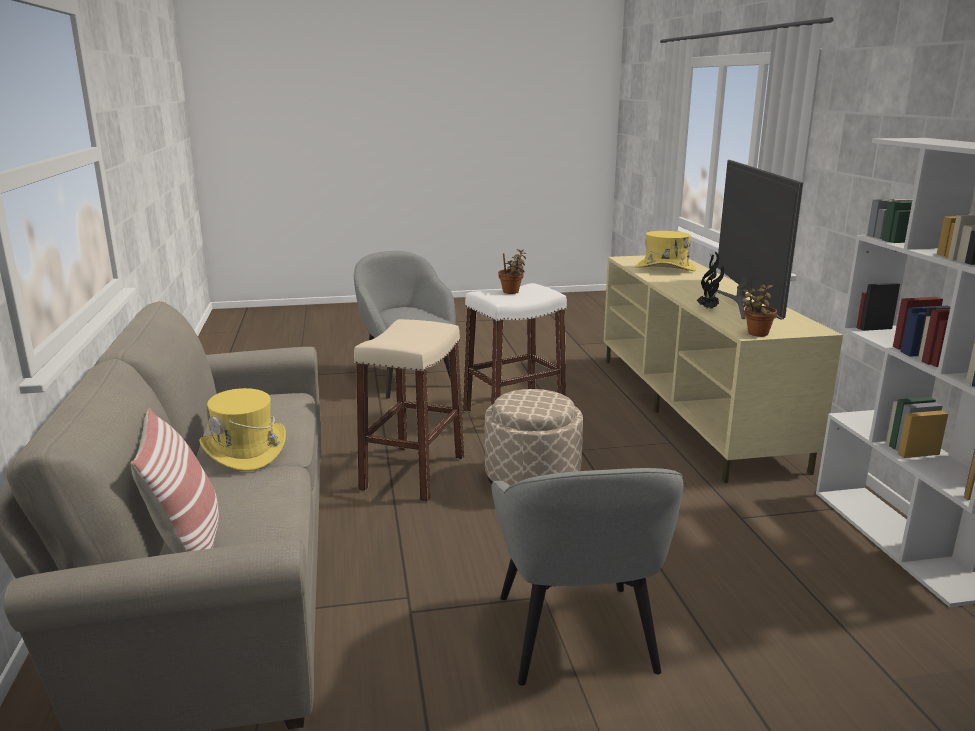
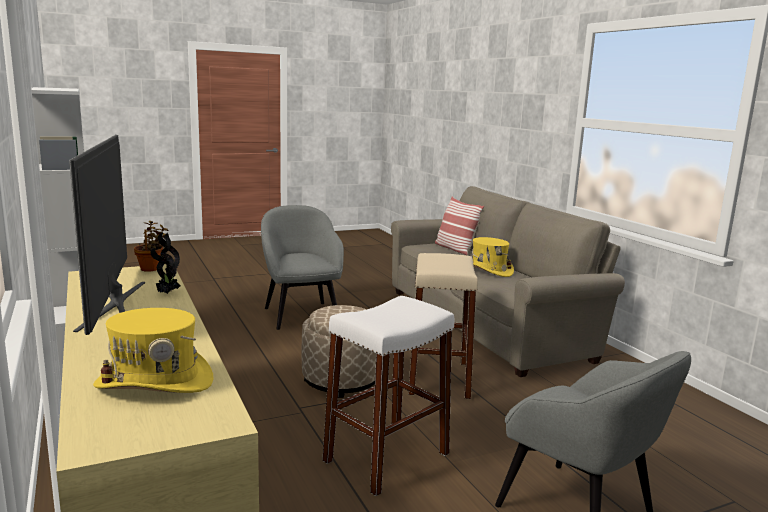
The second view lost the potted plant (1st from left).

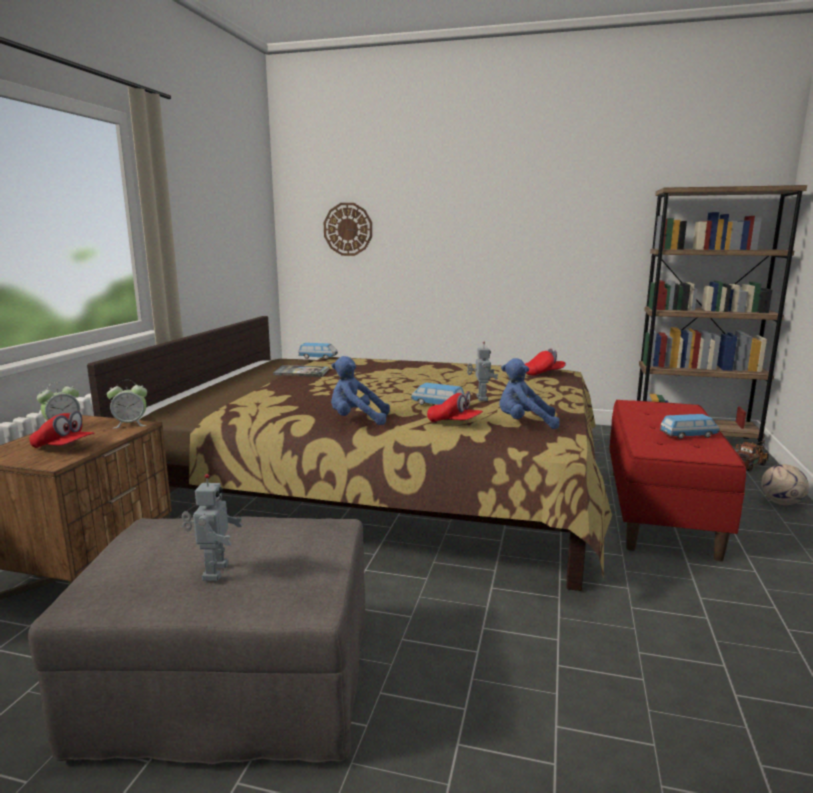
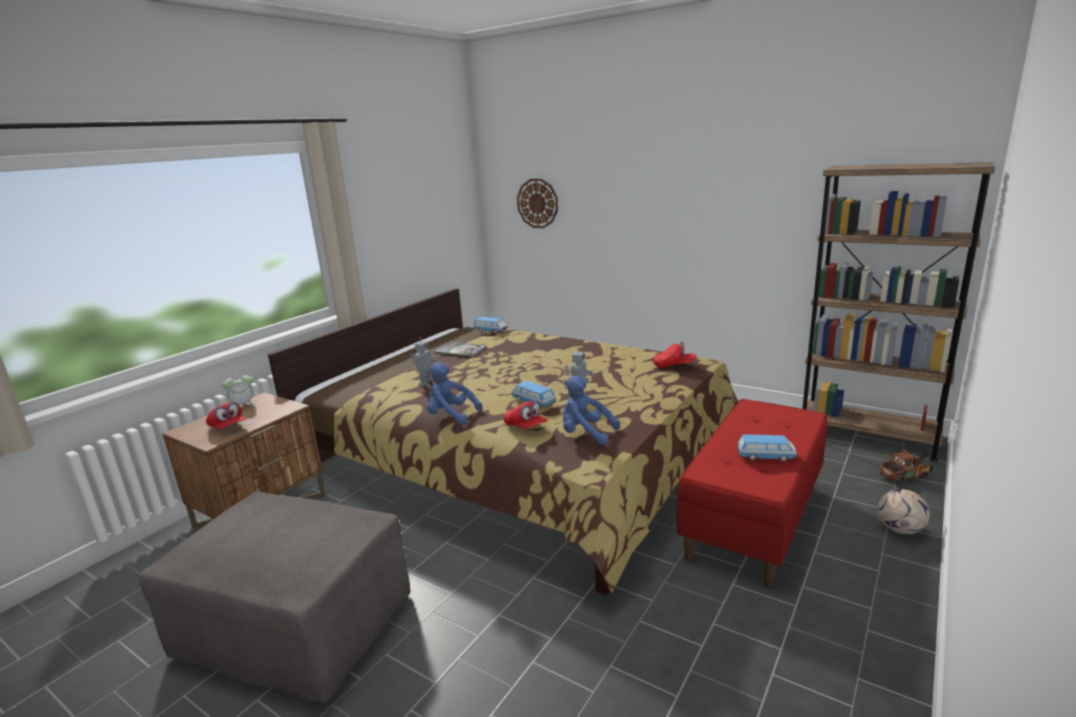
The second view lost the alarm clock (2nd from left).
The toy robot (1st from left) ended up elsewhere.

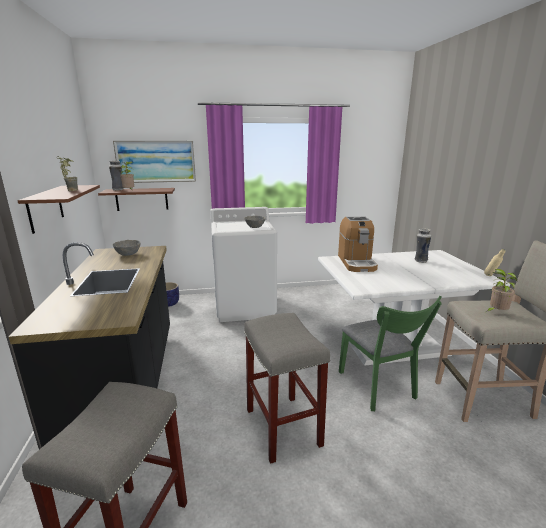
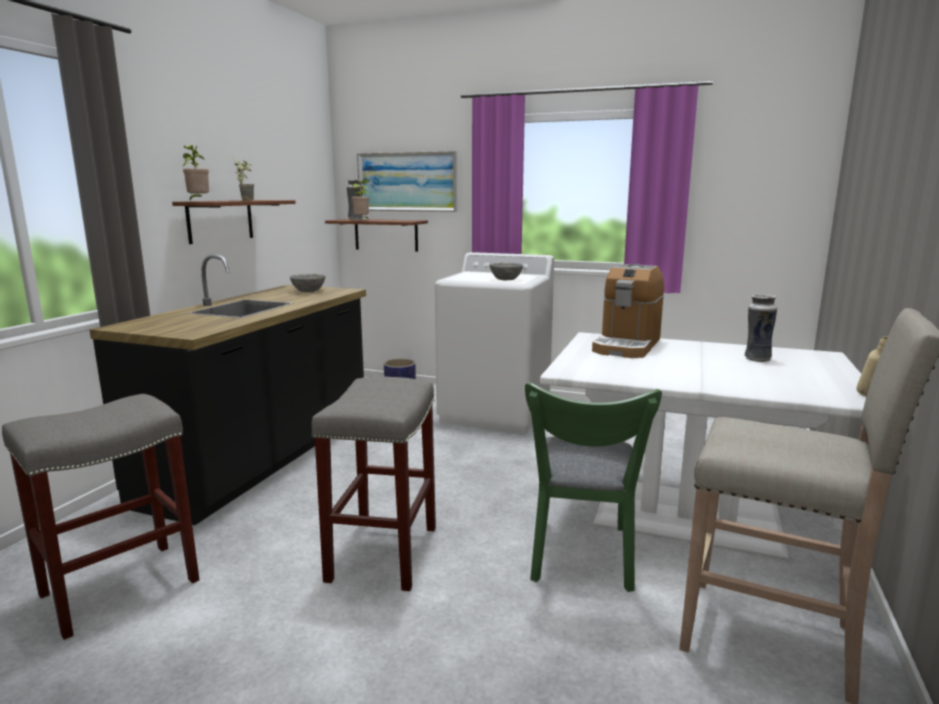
The potted plant (3rd from left in the first image) ended up elsewhere.

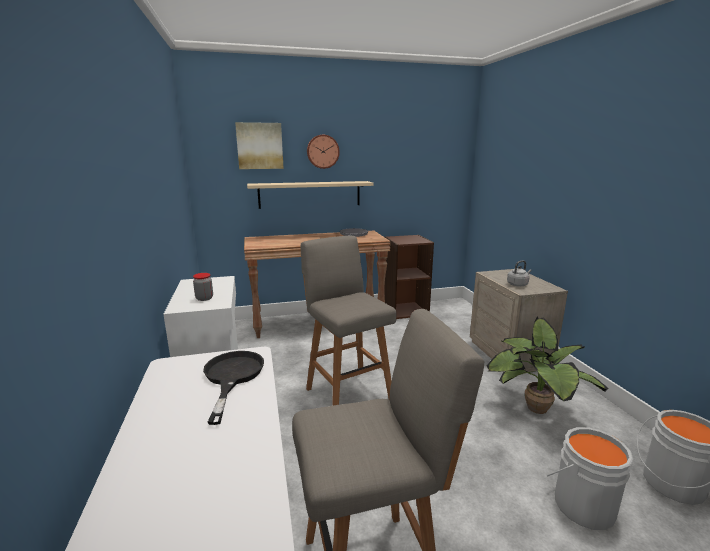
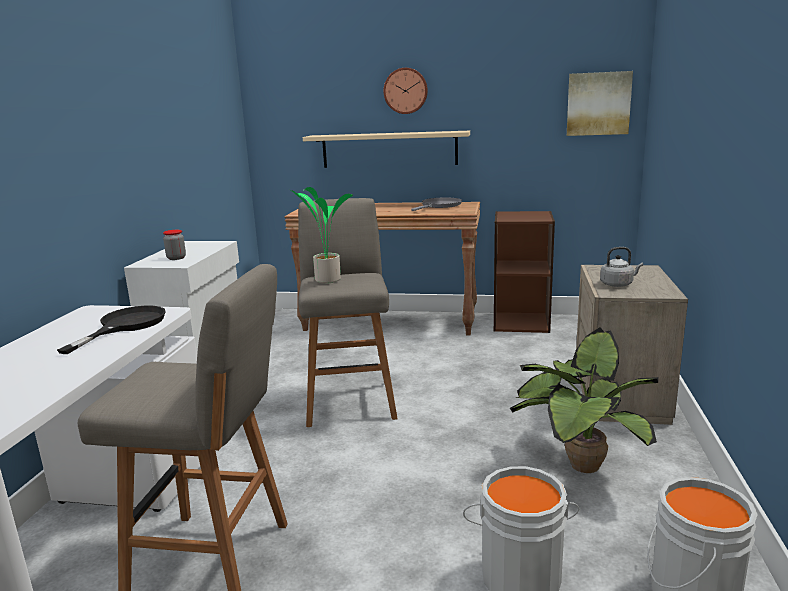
The picture ended up elsewhere.
The second view gained the potted plant (1st from left).

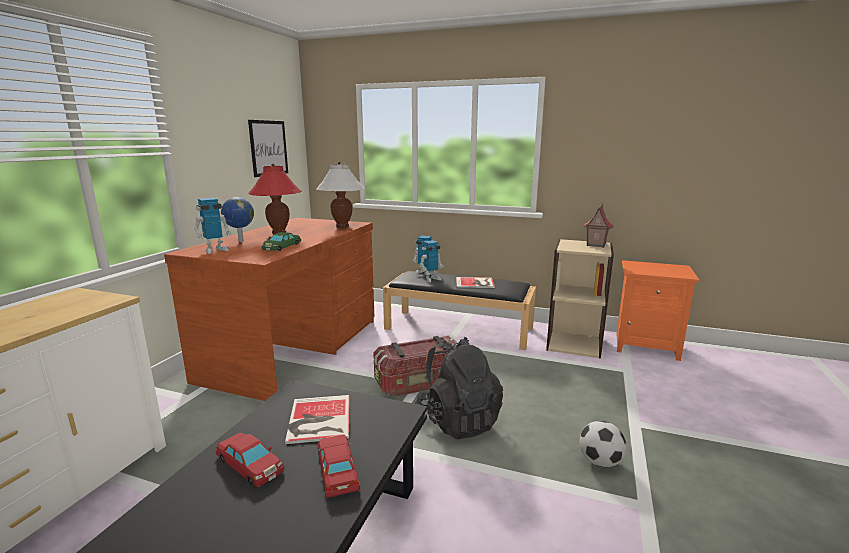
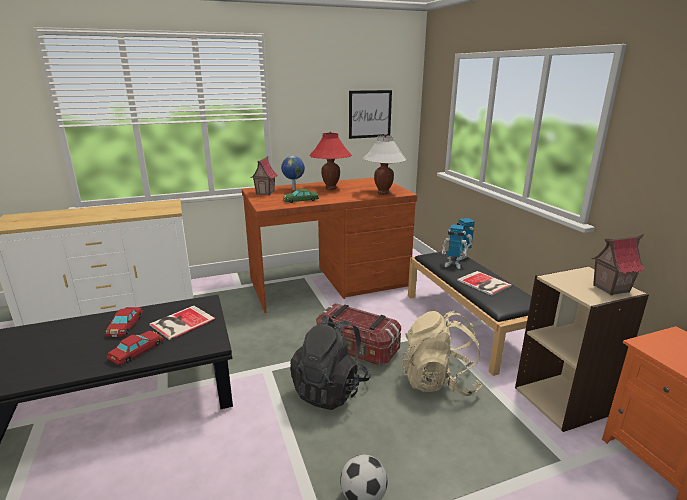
Where the toy robot (1st from left) stood, the toy house (1st from left) came to stand.
The second view gained the backpack (beige).

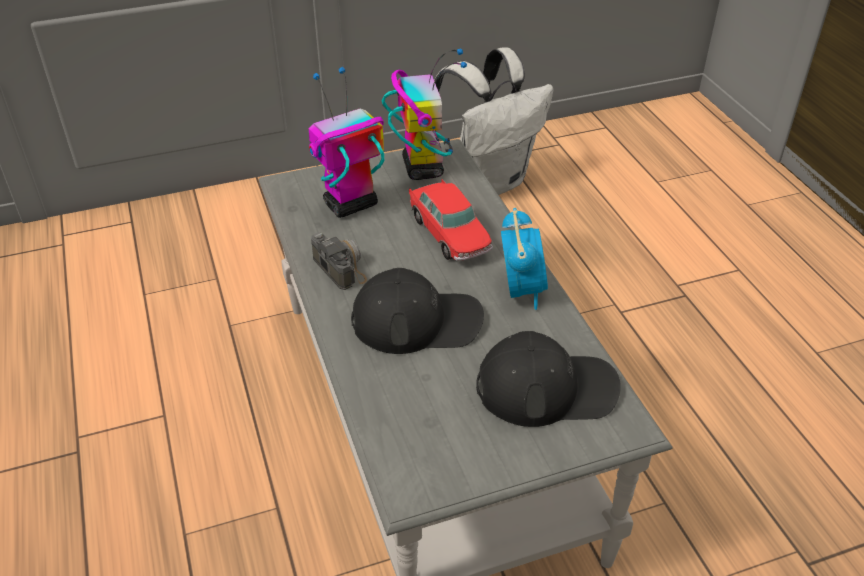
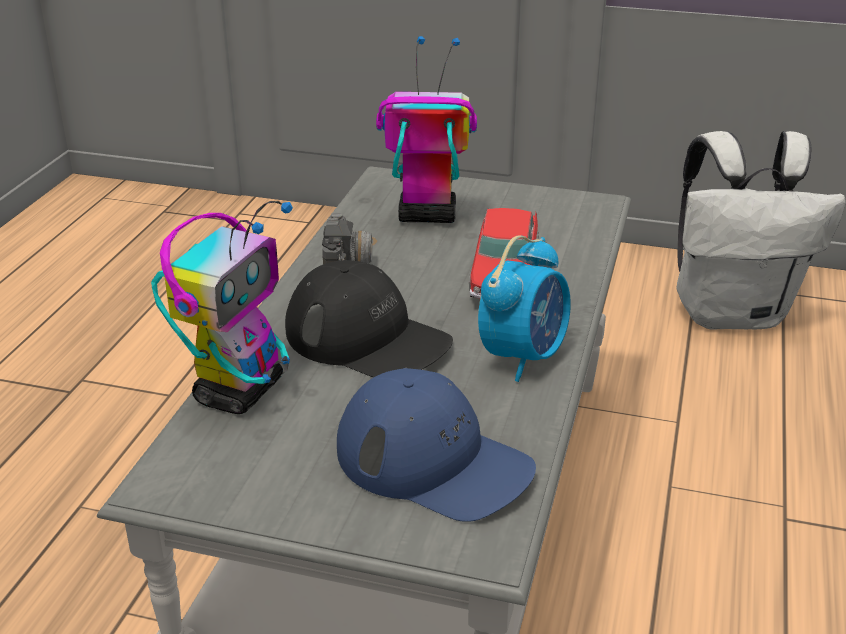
The toy robot (2nd from left in the first image) ended up elsewhere.
What was the cap (black) (2nd from left) turned into the cap (blue).

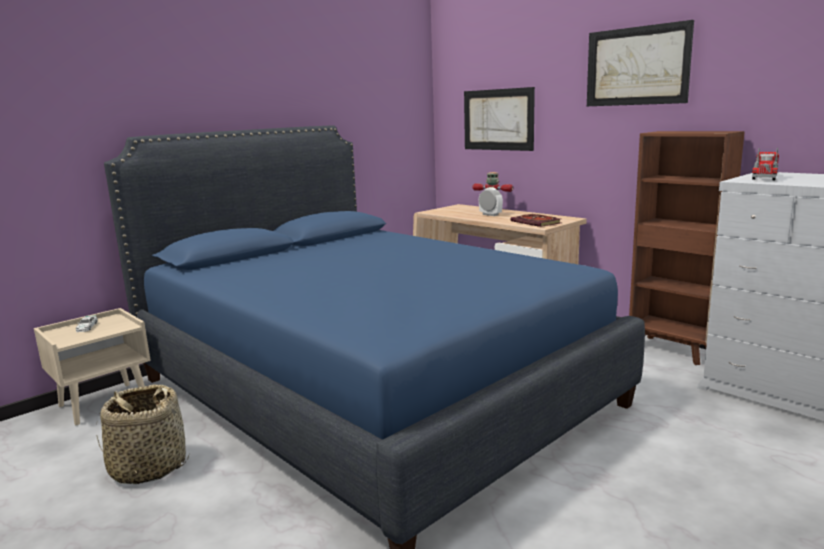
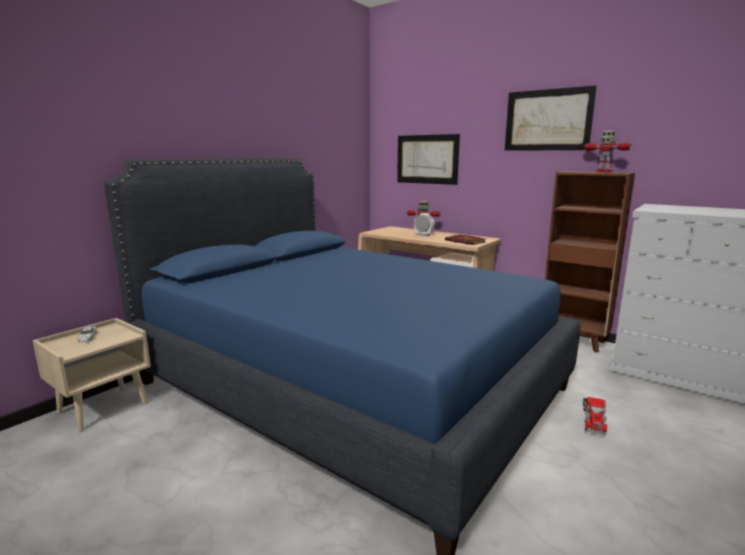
The toy truck ended up elsewhere.
The second view lost the basket.
The second view gained the toy robot (2nd from left).

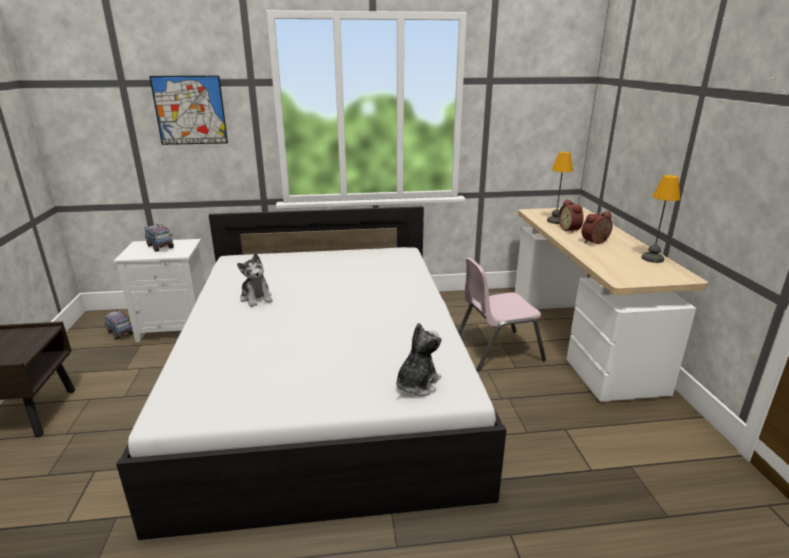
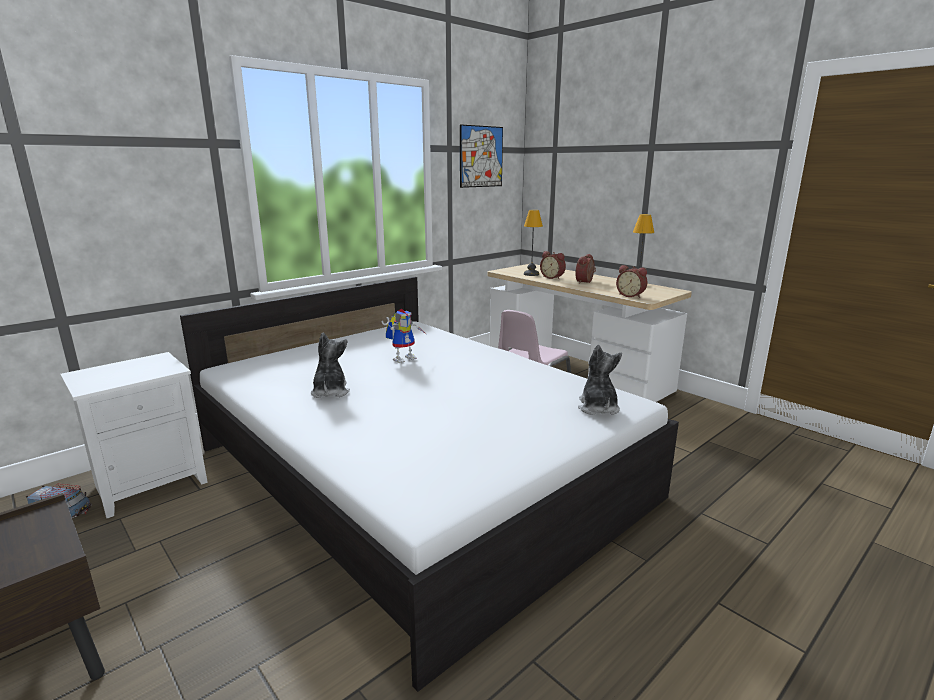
The picture ended up elsewhere.
The second view lost the toy truck (2nd from left).
The plush toy (1st from left) ended up facing another way, 120 degrees counterclockwise from before.
The second view gained the alarm clock (3rd from left).
The second view gained the toy robot.

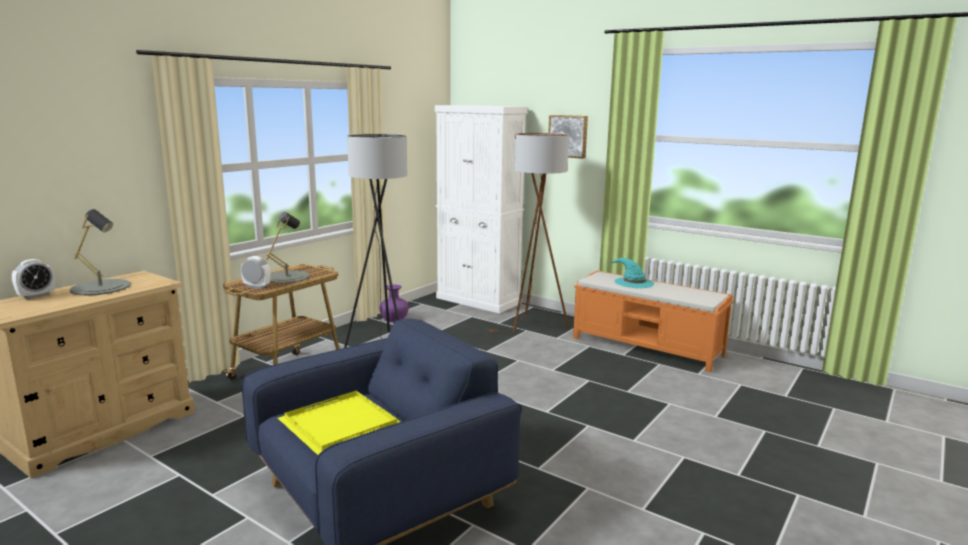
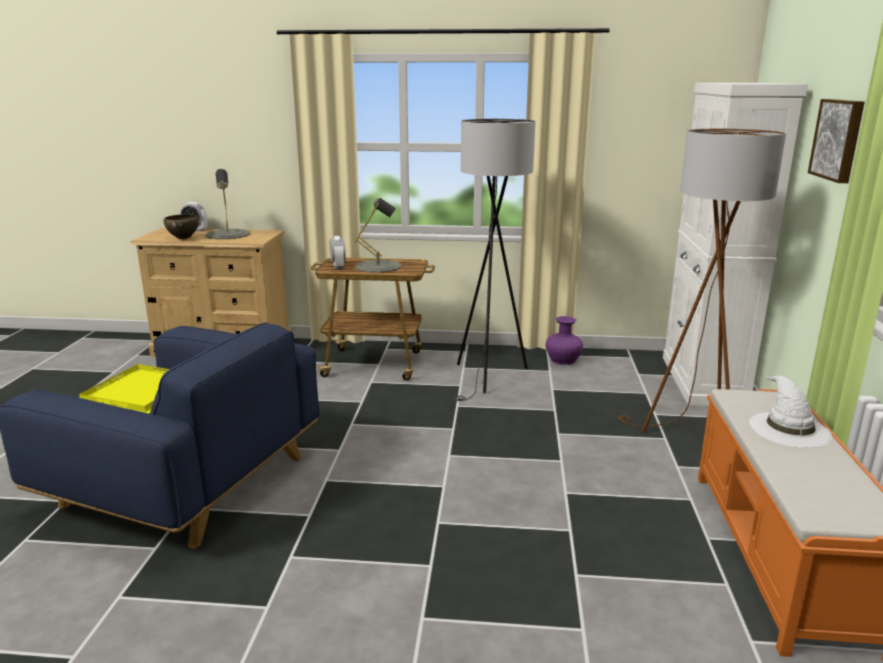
What was the hat (turquoise) turned into the hat (white).
The second view gained the bowl (brown).

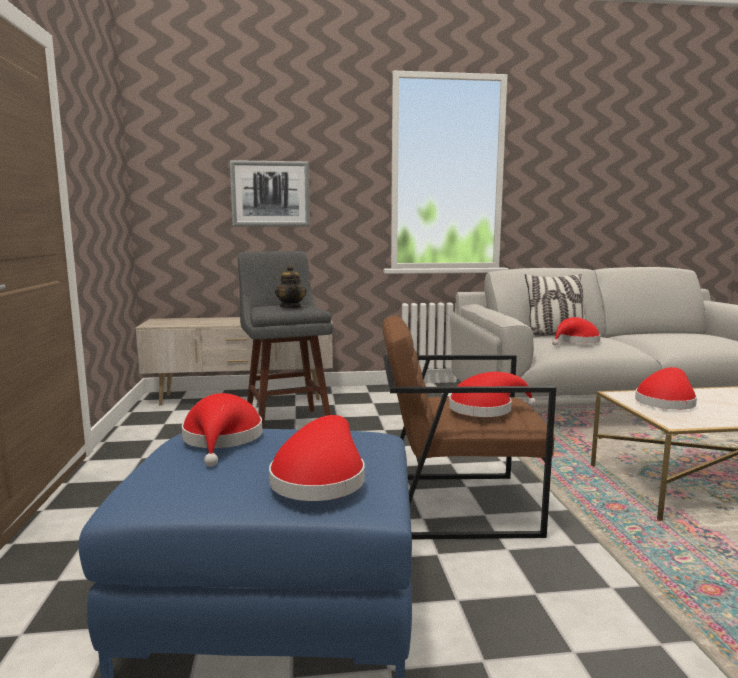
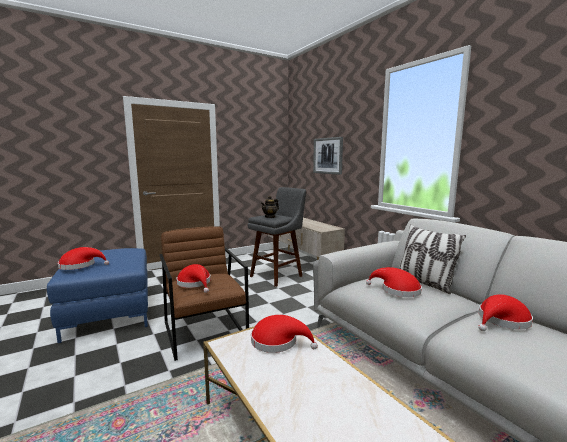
The hat (red) (1st from left in the first image) ended up elsewhere.

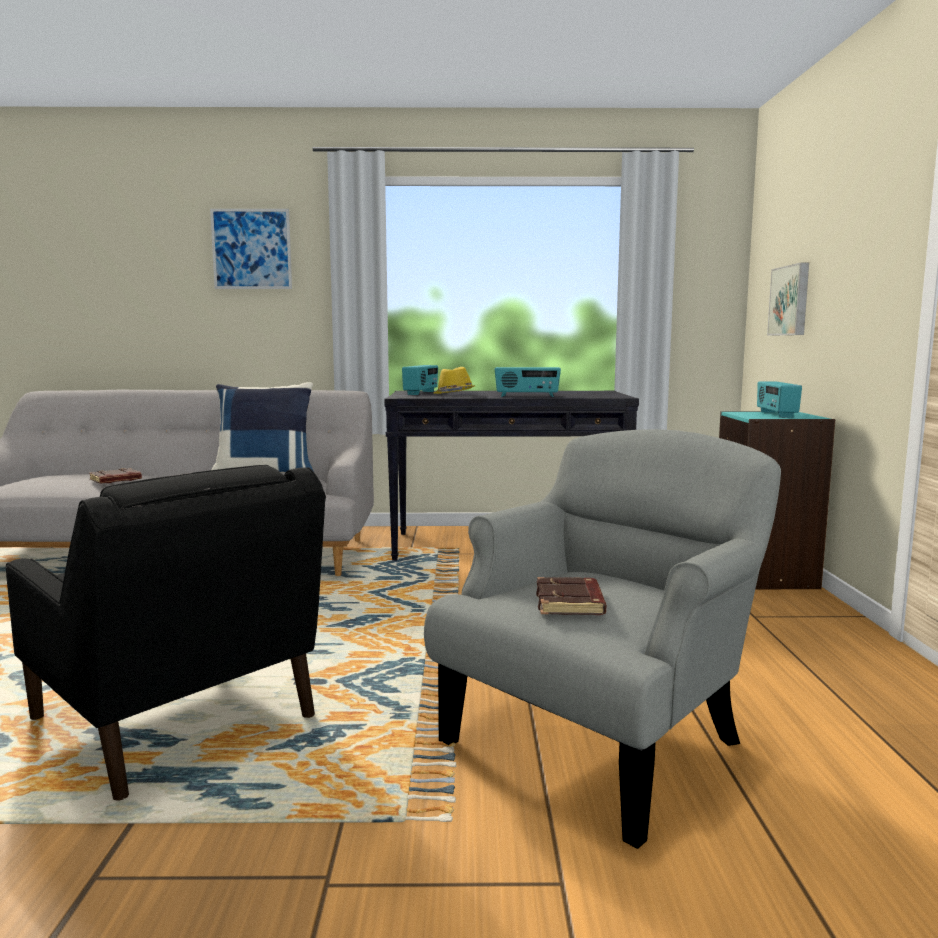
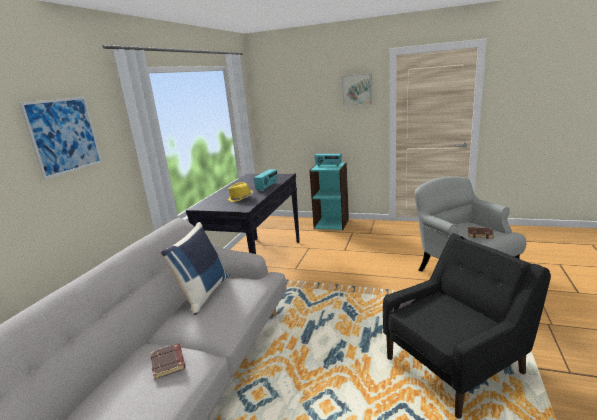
The picture (2nd from left) ended up elsewhere.
The second view lost the radio (1st from left).

